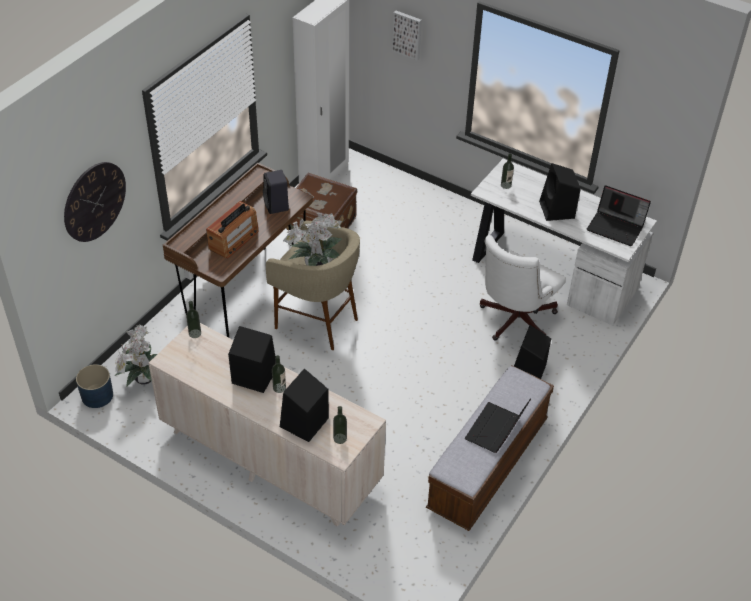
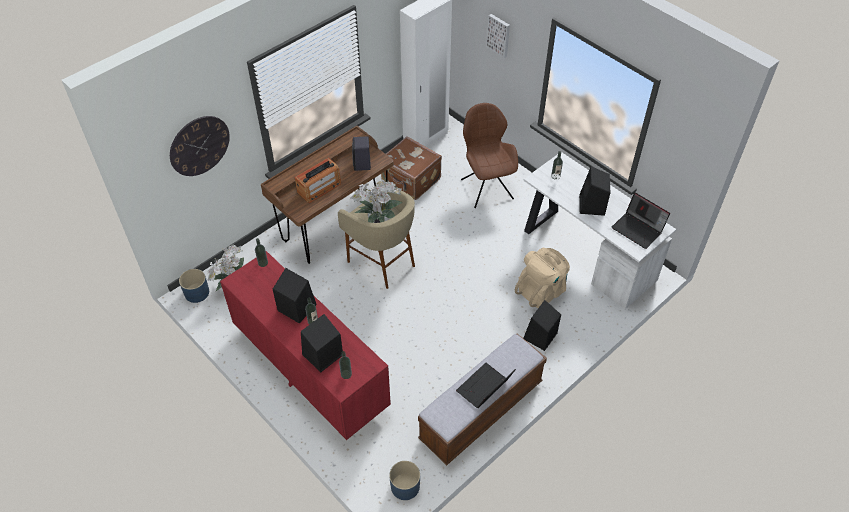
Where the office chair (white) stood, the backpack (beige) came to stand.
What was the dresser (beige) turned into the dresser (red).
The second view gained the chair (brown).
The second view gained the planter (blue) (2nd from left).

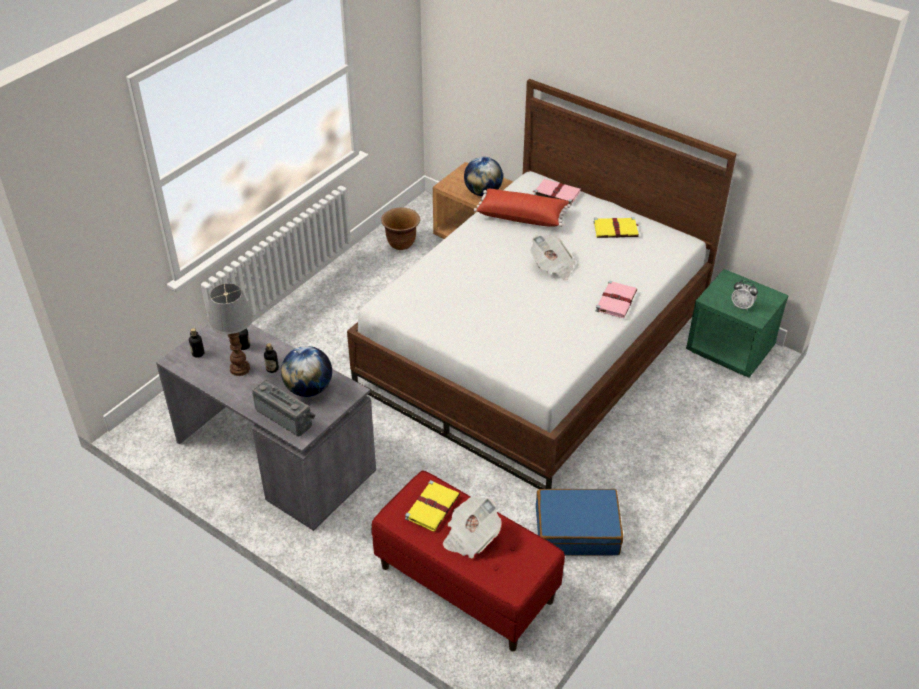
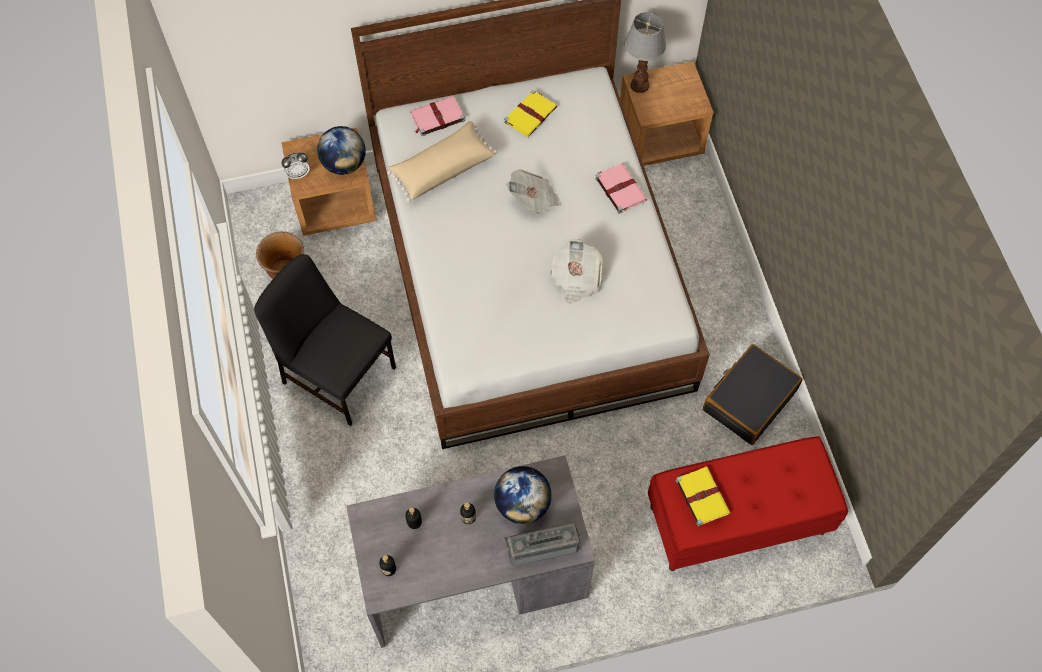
What was the pillow (red) turned into the pillow (beige).
What was the nightstand (green) turned into the nightstand (brown) (2nd from left).
The alarm clock ended up elsewhere.
The table lamp ended up elsewhere.
What was the suitcase (blue) turned into the suitcase (black).
The newspaper (1st from left in the first image) ended up elsewhere.
The second view gained the chair (black).

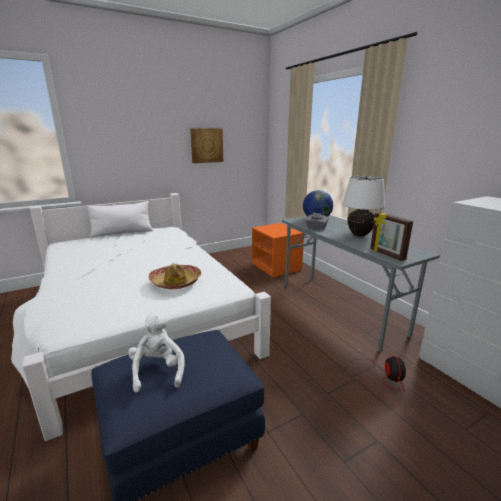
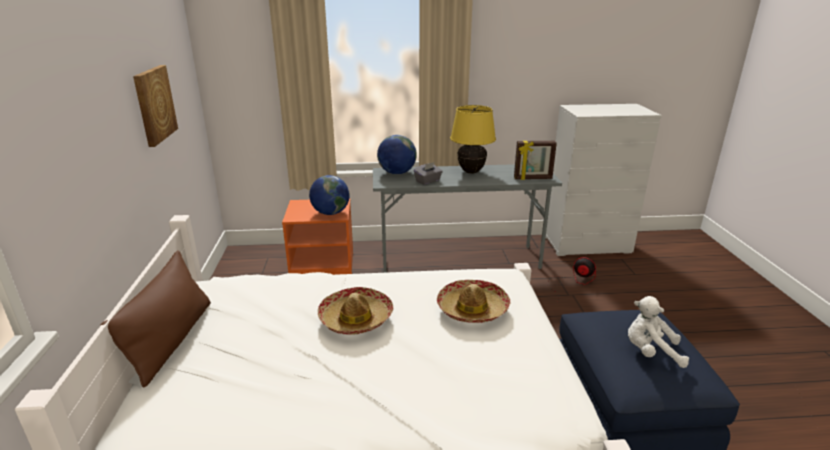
What was the table lamp (white) turned into the table lamp (yellow).
What was the pillow (white) turned into the pillow (brown).
The second view gained the globe (1st from left).
The second view gained the hat (1st from left).

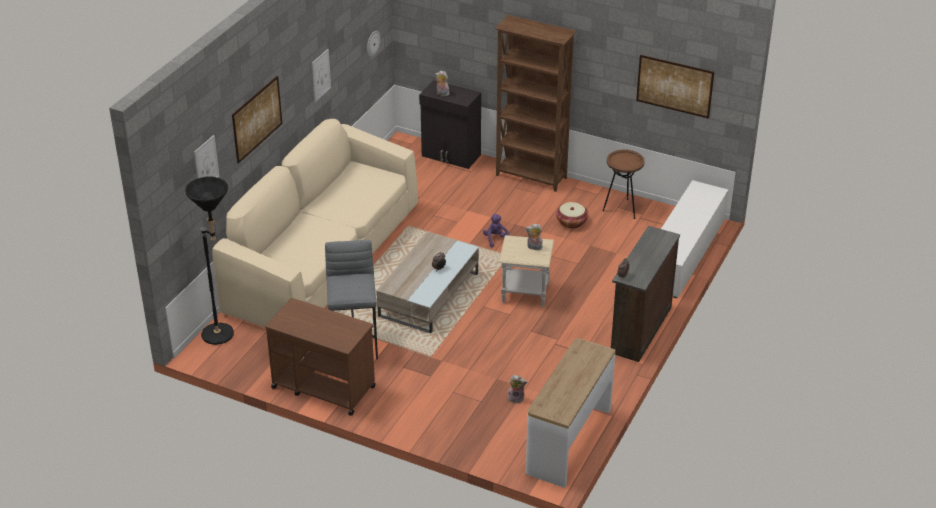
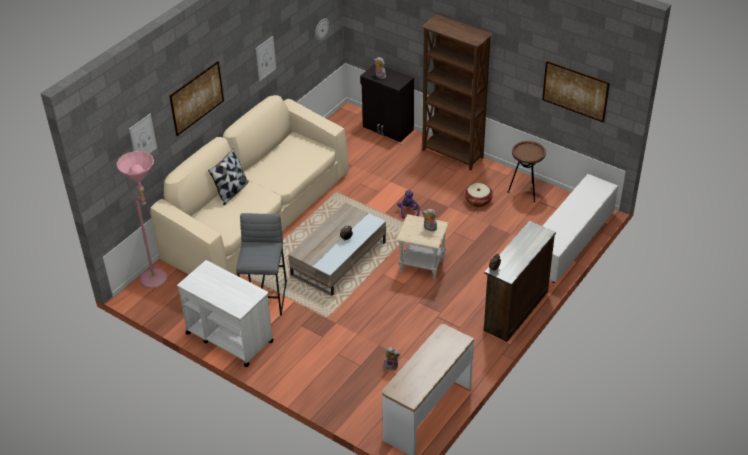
What was the floor lamp (black) turned into the floor lamp (pink).
What was the cart (brown) turned into the cart (white).
The second view gained the pillow.

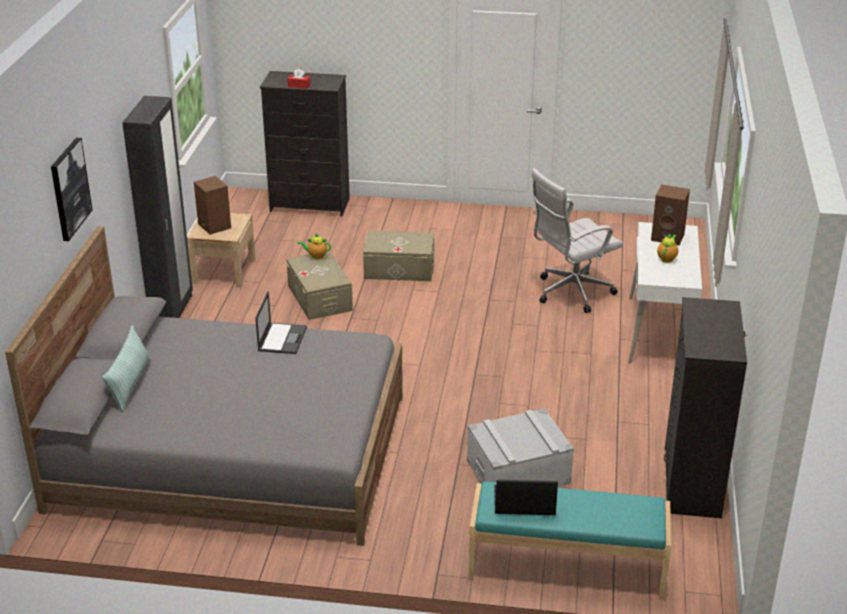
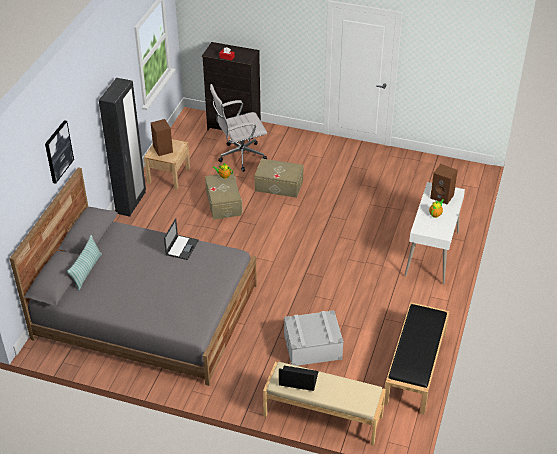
The office chair (white) ended up elsewhere.
Where the dresser (black) (2nd from left) stood, the bench (black) came to stand.
What was the bench (turquoise) turned into the bench (beige).

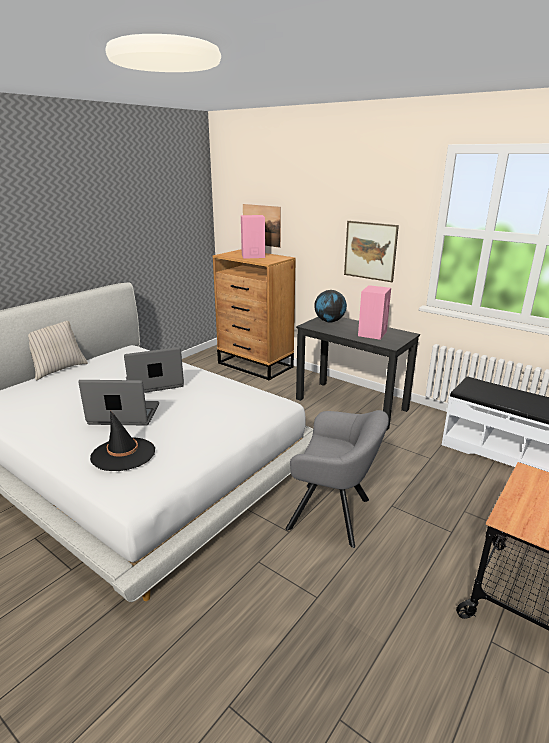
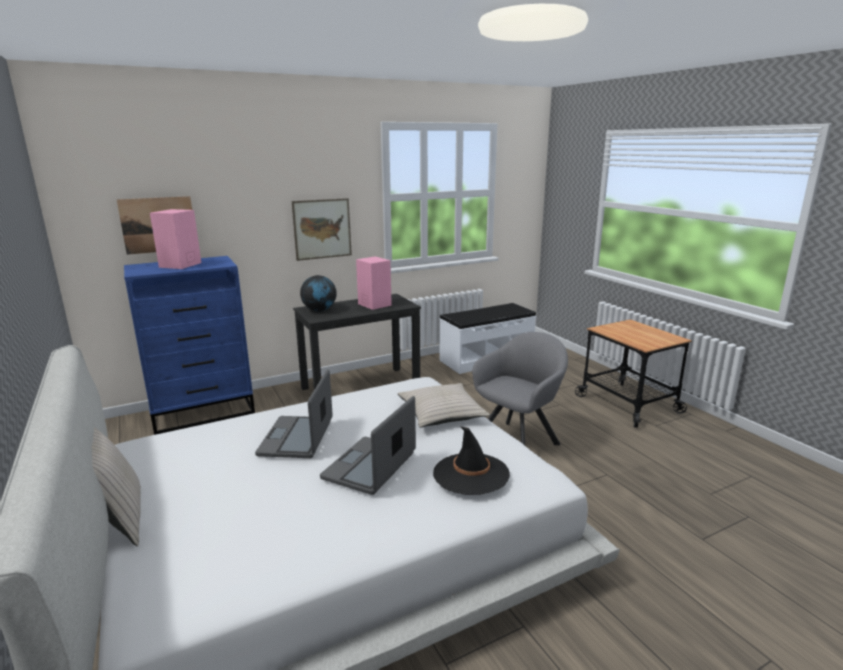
What was the dresser (brown) turned into the dresser (blue).
The second view gained the pillow (beige) (2nd from left).

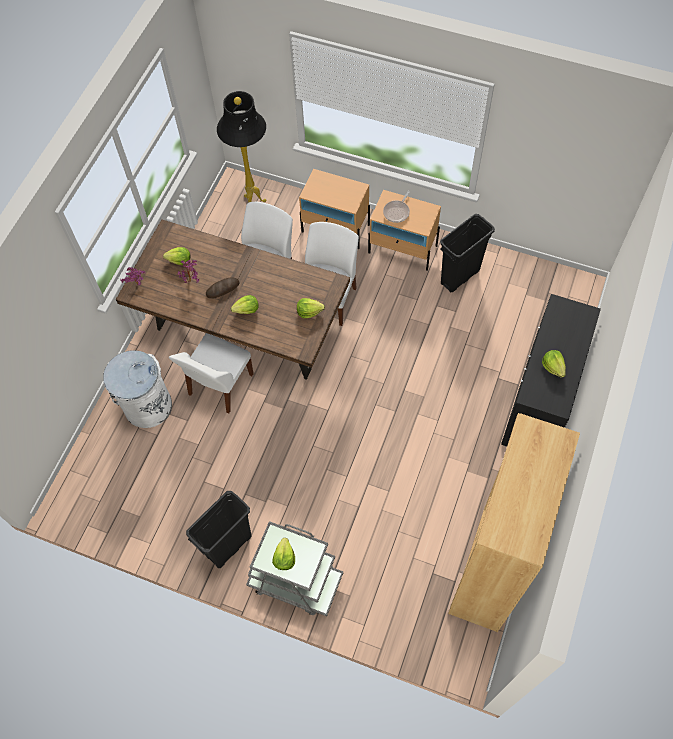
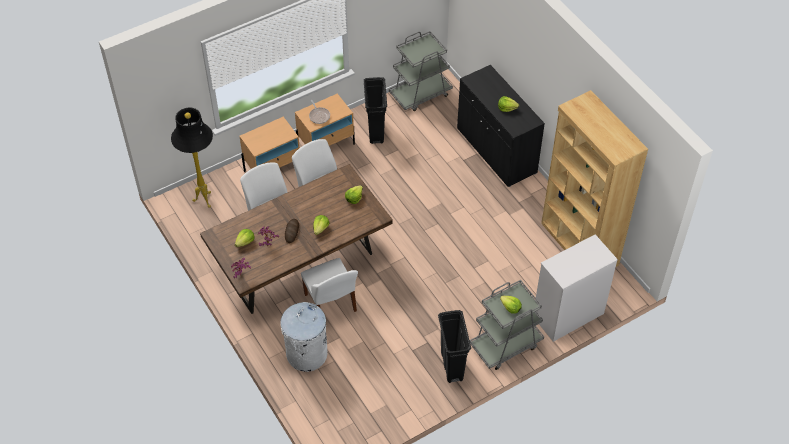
The second view gained the cart (grey) (1st from left).
The second view gained the dresser (white).

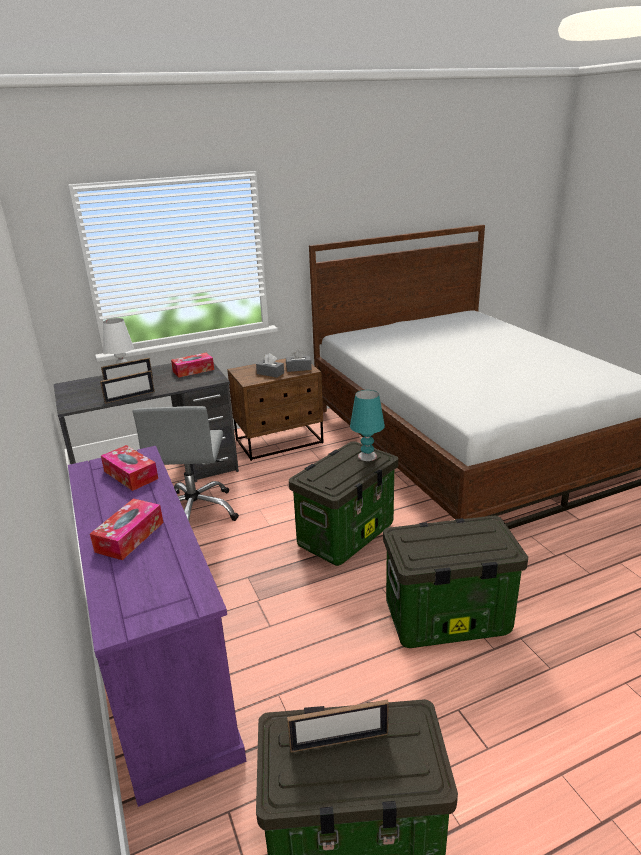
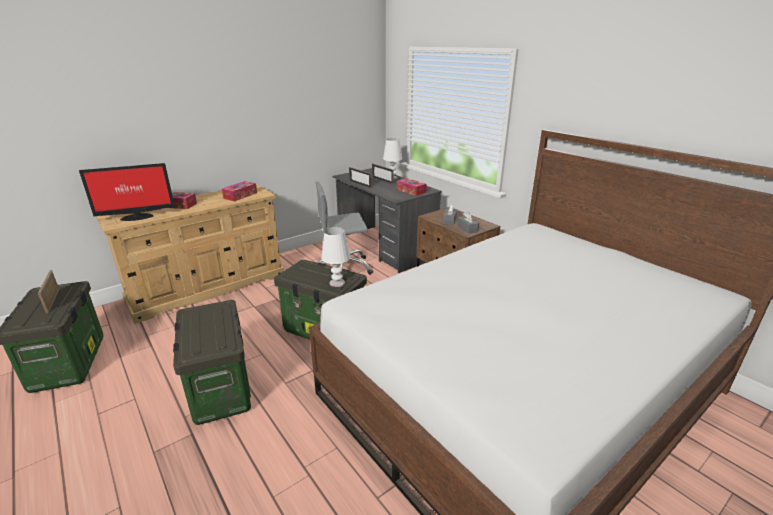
What was the table lamp (turquoise) turned into the table lamp (white) (1st from left).
What was the dresser (purple) turned into the dresser (beige).
The second view gained the monitor.

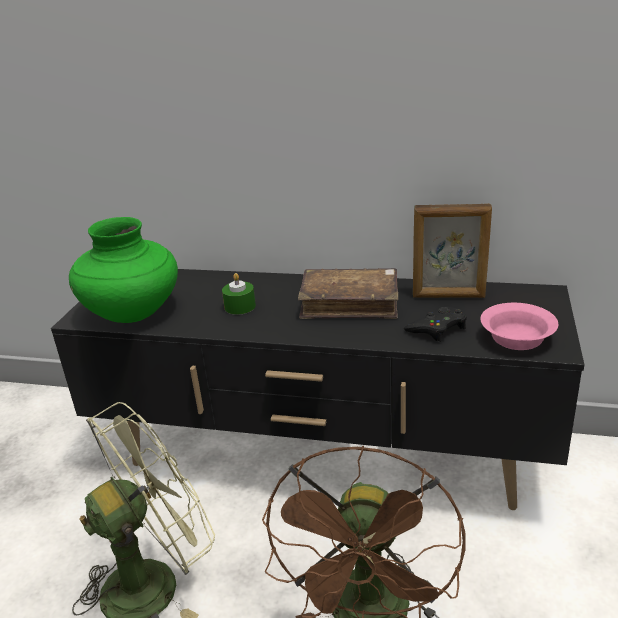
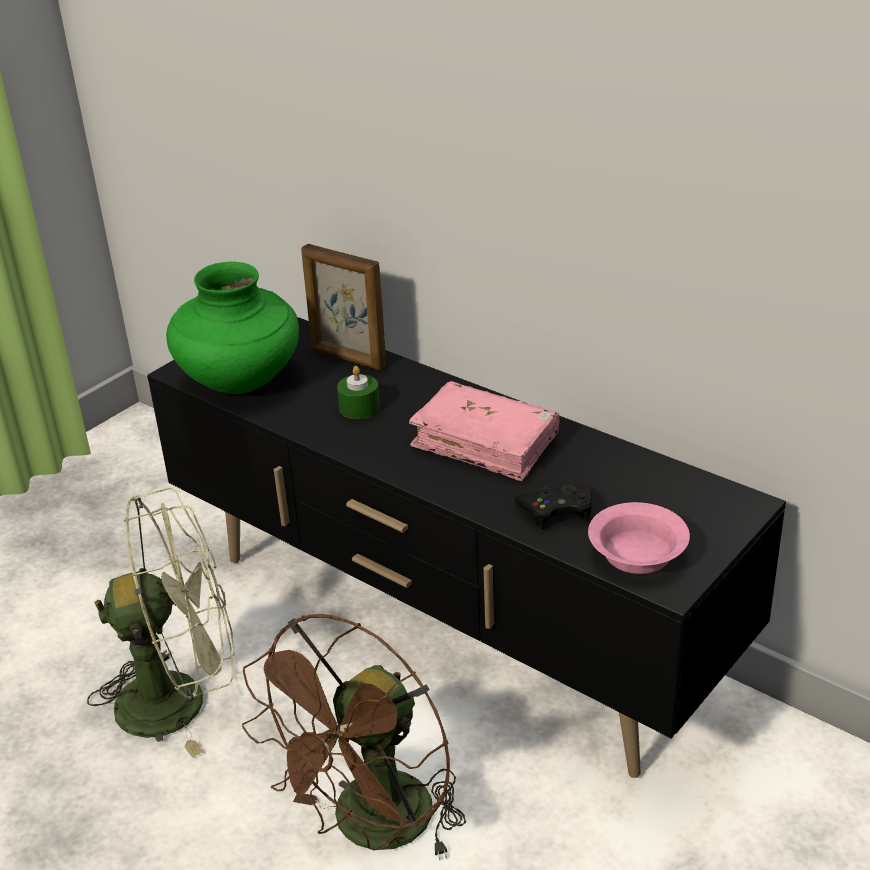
The picture frame ended up elsewhere.
What was the book (brown) turned into the book (pink).

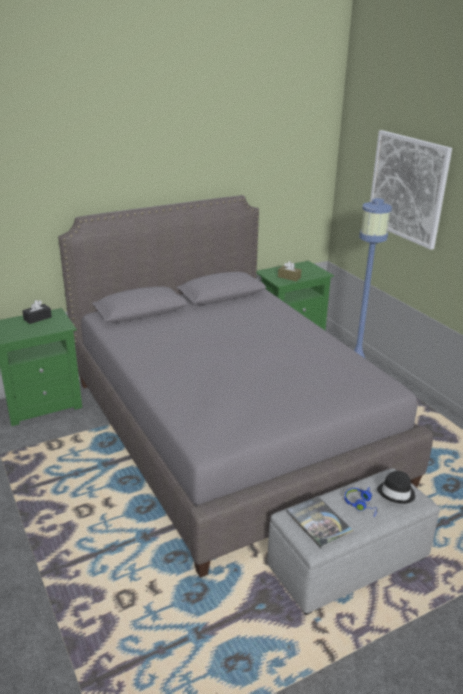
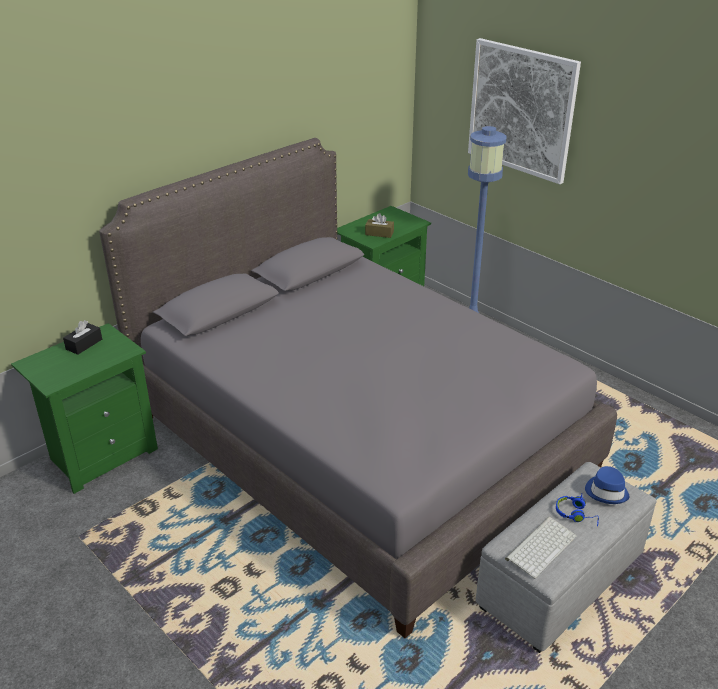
What was the hat (black) turned into the hat (blue).
Where the book stood, the keyboard came to stand.

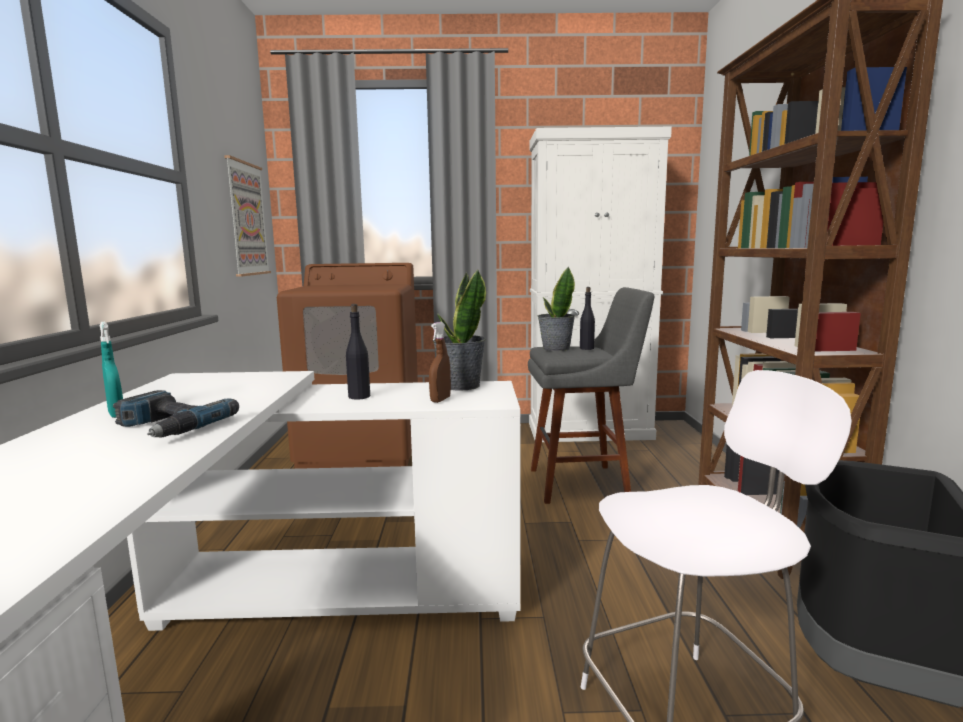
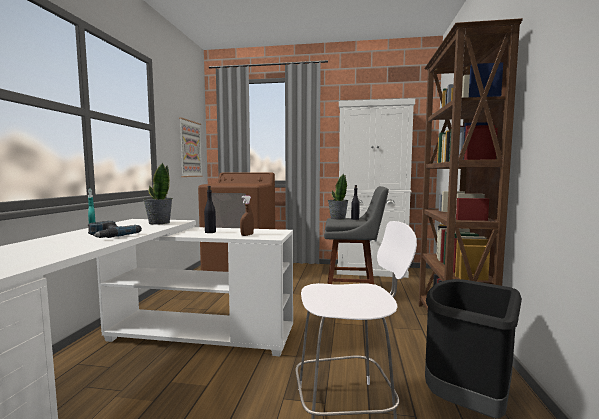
The potted plant (1st from left) ended up elsewhere.

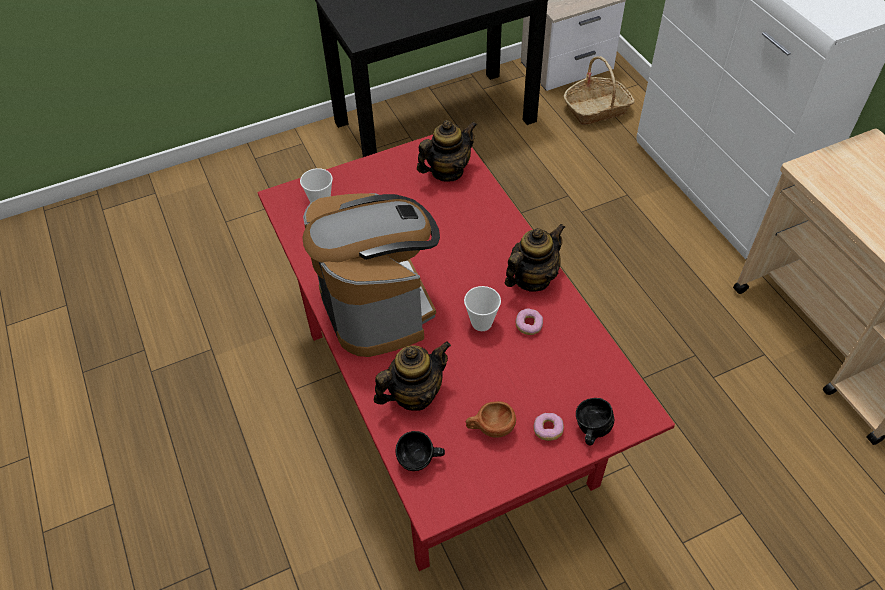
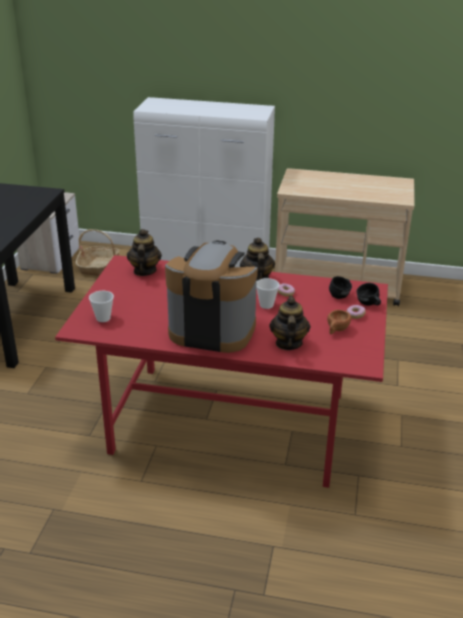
The mug (black) (1st from left) ended up elsewhere.

